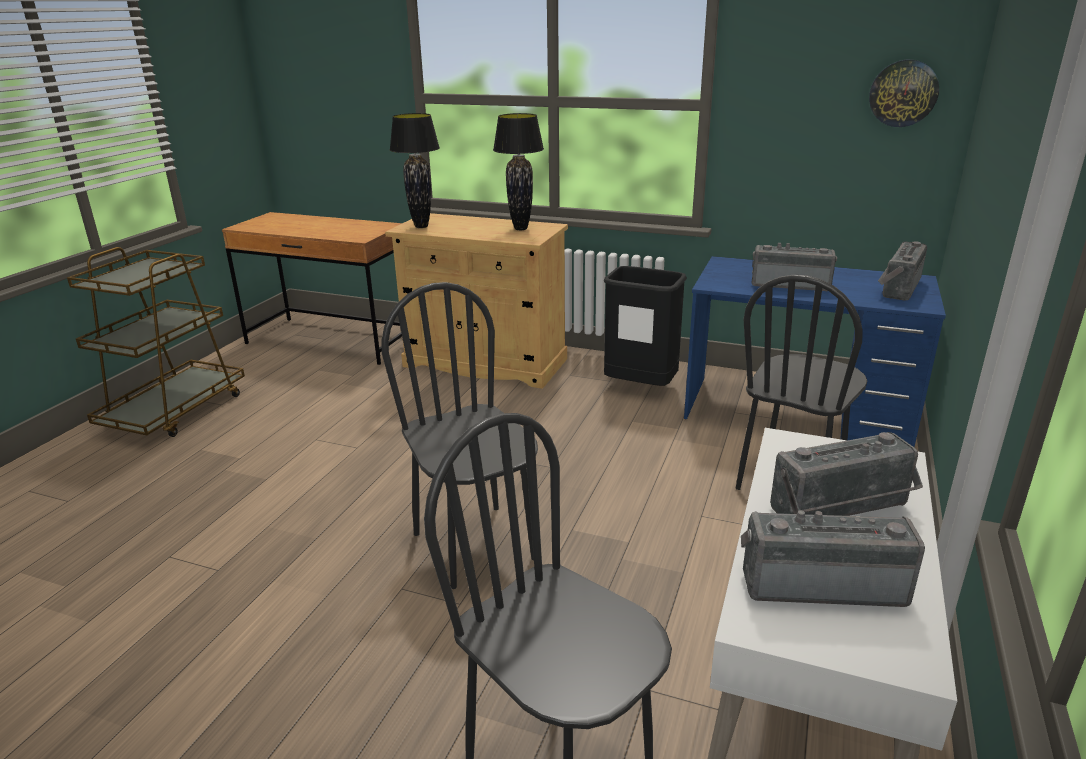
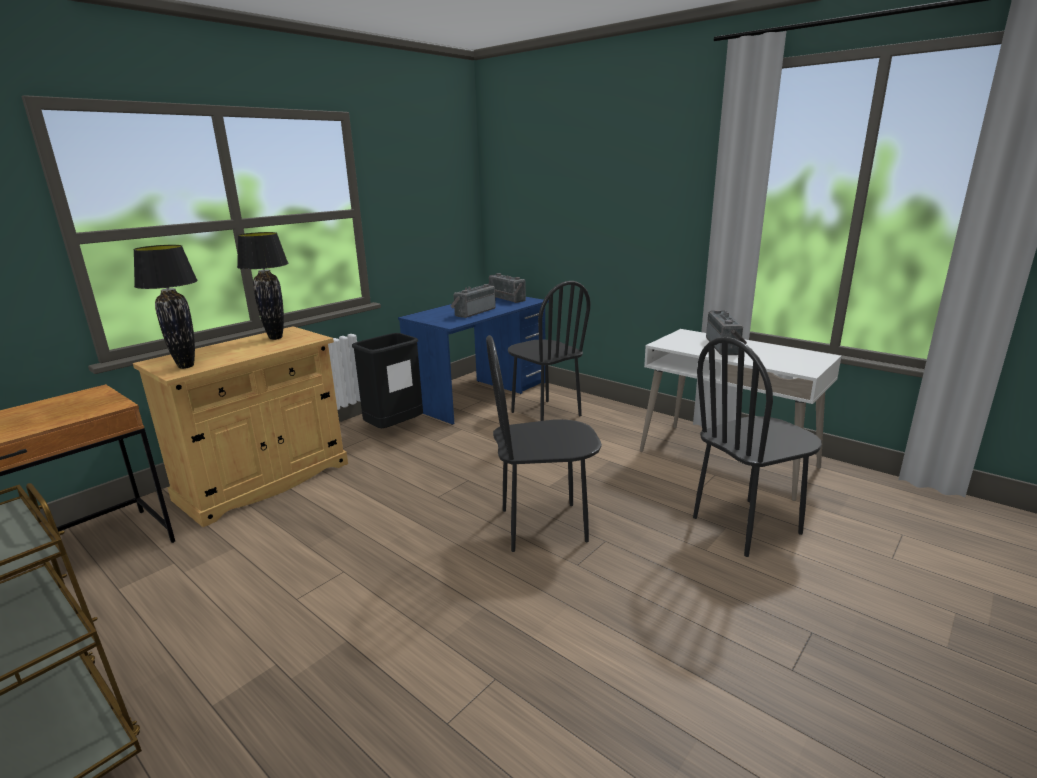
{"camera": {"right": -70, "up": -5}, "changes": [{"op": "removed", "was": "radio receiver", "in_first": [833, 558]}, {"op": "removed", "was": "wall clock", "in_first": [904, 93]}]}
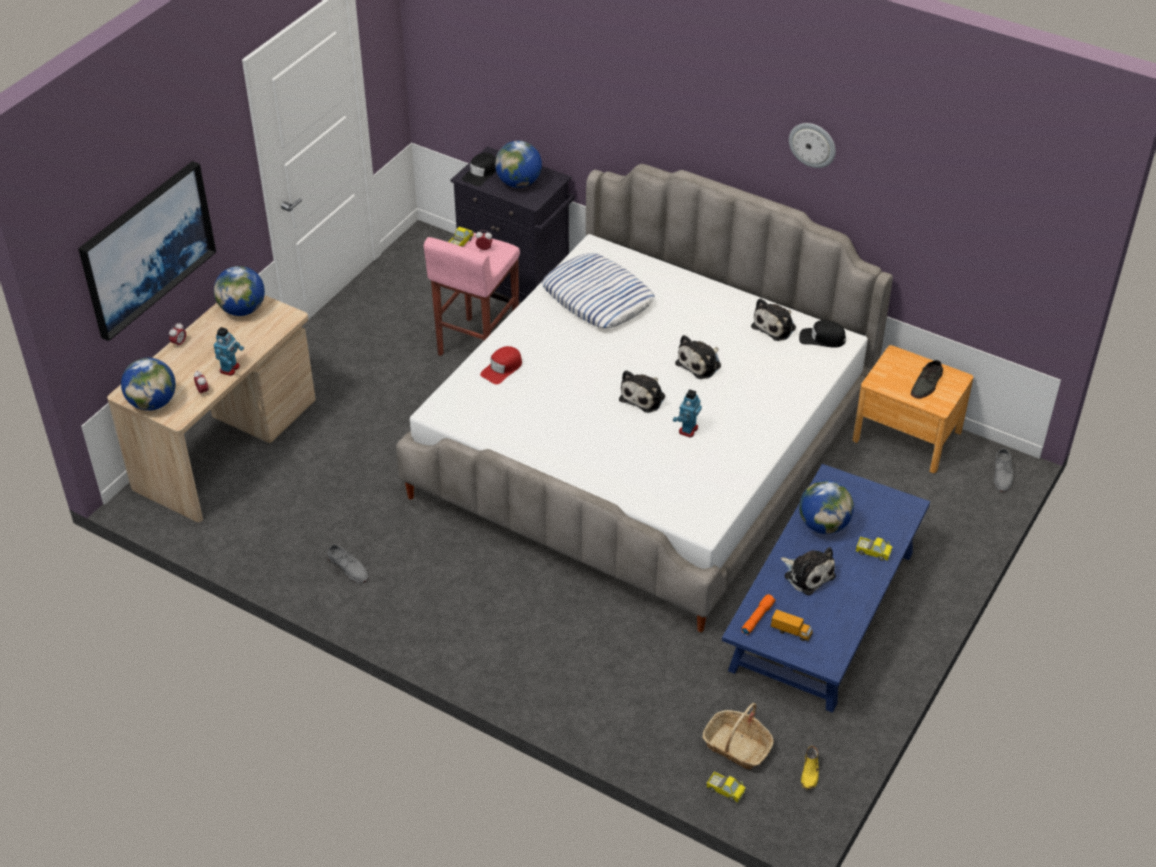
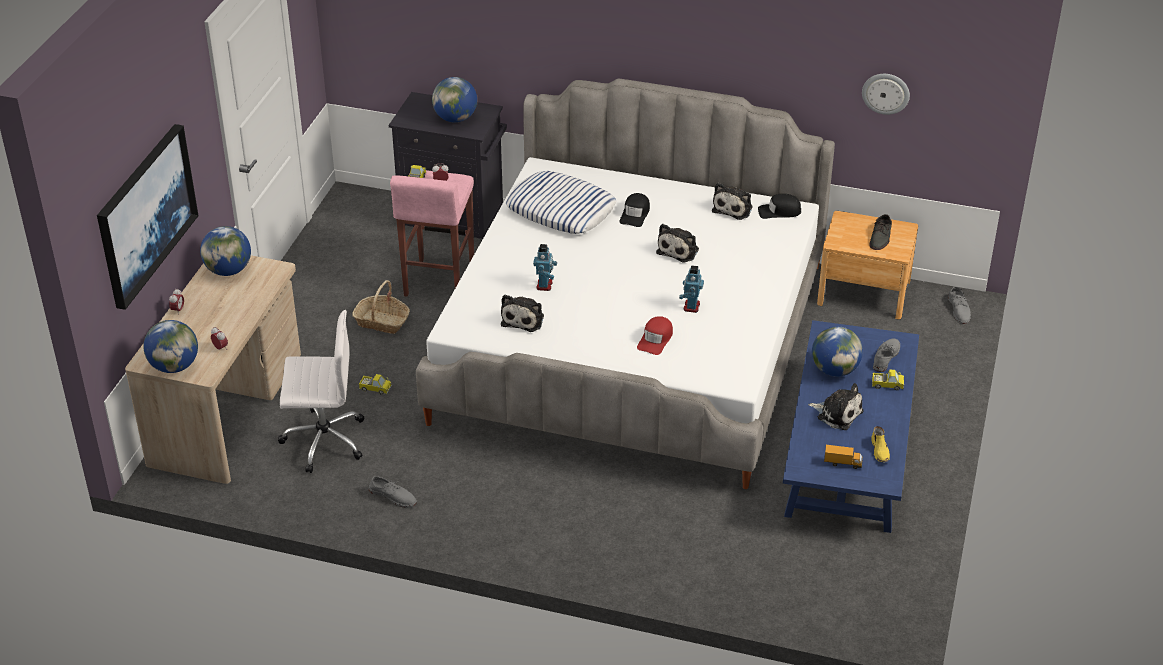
{"camera": {"right": -15, "up": -5}, "changes": [{"op": "removed", "was": "orange hand torch", "in_first": [759, 614]}, {"op": "added", "now": "white-coloured computer chair", "in_second": [321, 391]}, {"op": "added", "now": "gray low shoe", "in_second": [886, 355]}, {"op": "moved", "was": "robot figure", "in_first": [229, 351], "in_second": [545, 267]}, {"op": "moved", "was": "black-coloured peaked cap", "in_first": [479, 169], "in_second": [634, 210]}, {"op": "moved", "was": "red peaked cap", "in_first": [501, 365], "in_second": [655, 335]}, {"op": "moved", "was": "plush toy", "in_first": [642, 391], "in_second": [522, 313]}, {"op": "moved", "was": "storage basket", "in_first": [738, 736], "in_second": [381, 307]}, {"op": "moved", "was": "toy lorry", "in_first": [726, 787], "in_second": [375, 384]}, {"op": "moved", "was": "wall clock", "in_first": [812, 145], "in_second": [886, 94]}, {"op": "moved", "was": "yellow-coloured low shoe", "in_first": [809, 768], "in_second": [881, 444]}]}
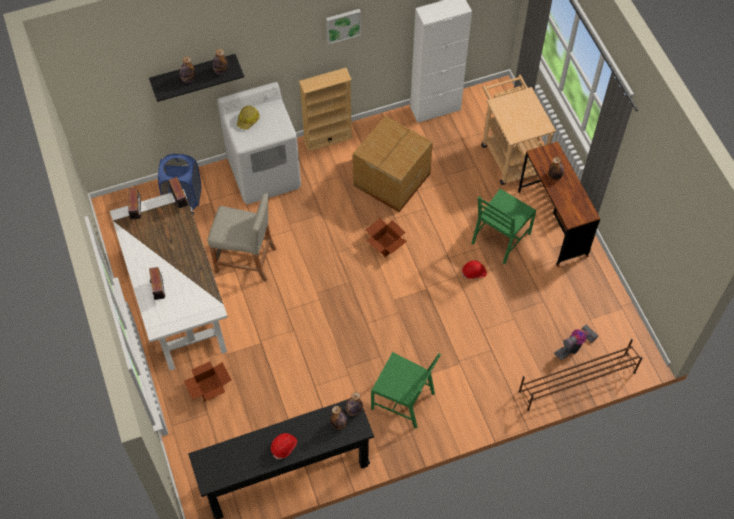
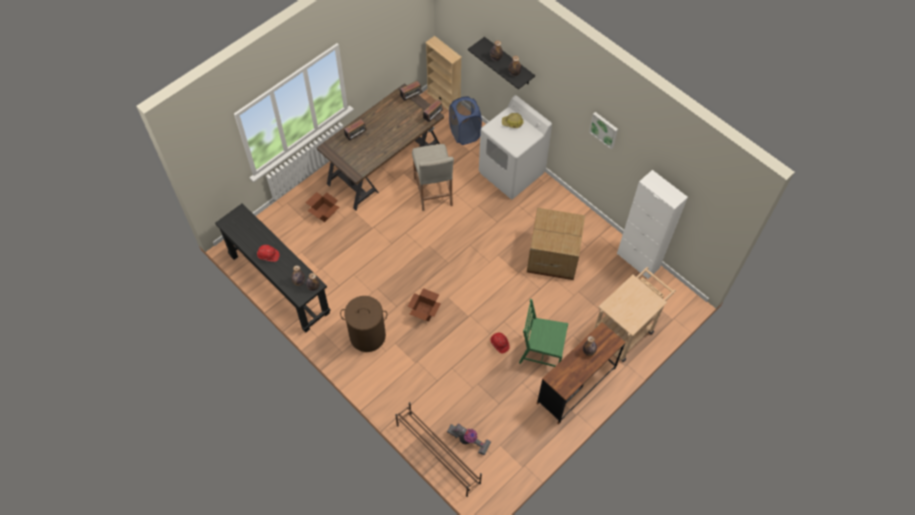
{"camera": {"right": 65, "up": 0}, "changes": [{"op": "moved", "was": "beige shelving unit", "in_first": [326, 110], "in_second": [443, 73]}, {"op": "moved", "was": "carton", "in_first": [386, 237], "in_second": [424, 304]}, {"op": "replaced", "was": "greenish chair", "now": "brown-coloured hamper", "in_first": [406, 390], "in_second": [363, 324]}, {"op": "recoloured", "was": "white-coloured desk table", "now": "brown-coloured desk table", "in_first": [169, 280], "in_second": [380, 147]}]}
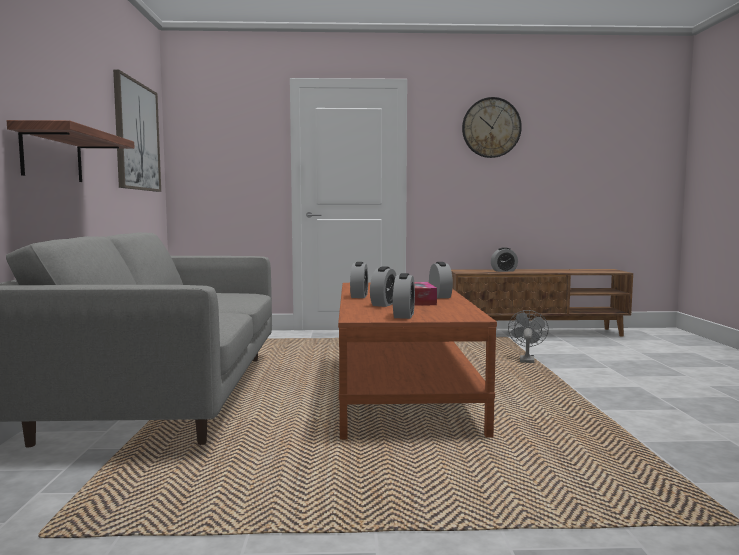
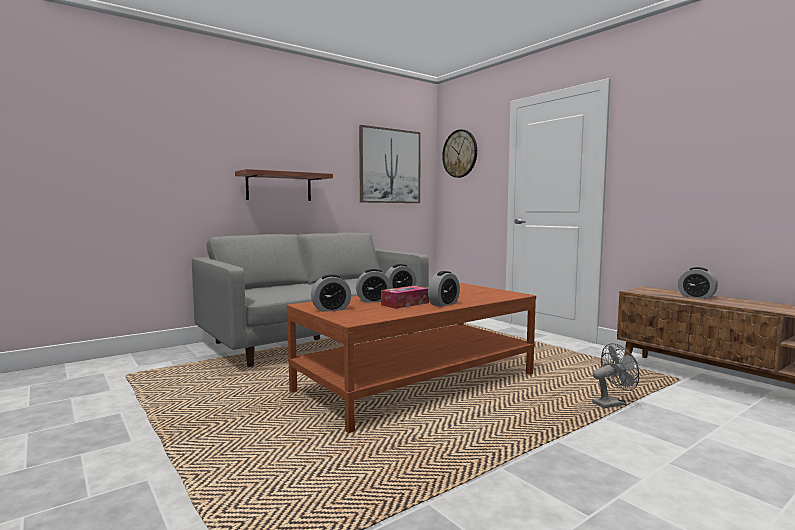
{"camera": {"right": 55, "up": 0}, "changes": [{"op": "moved", "was": "wall clock", "in_first": [492, 127], "in_second": [459, 153]}]}
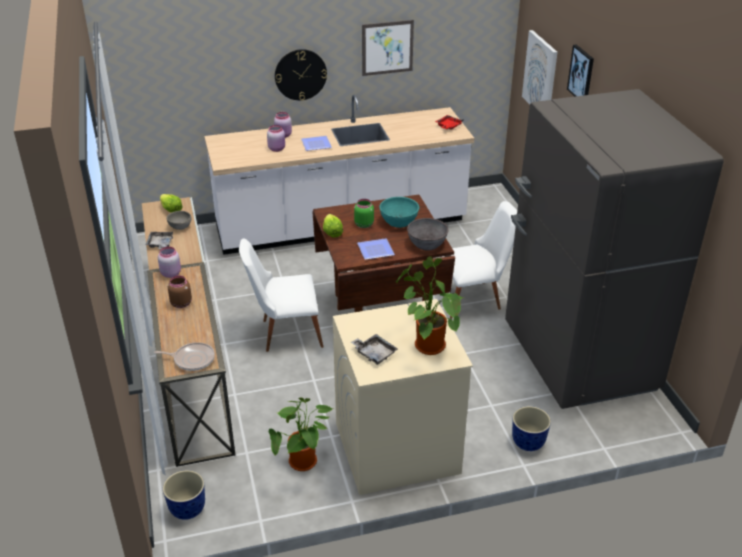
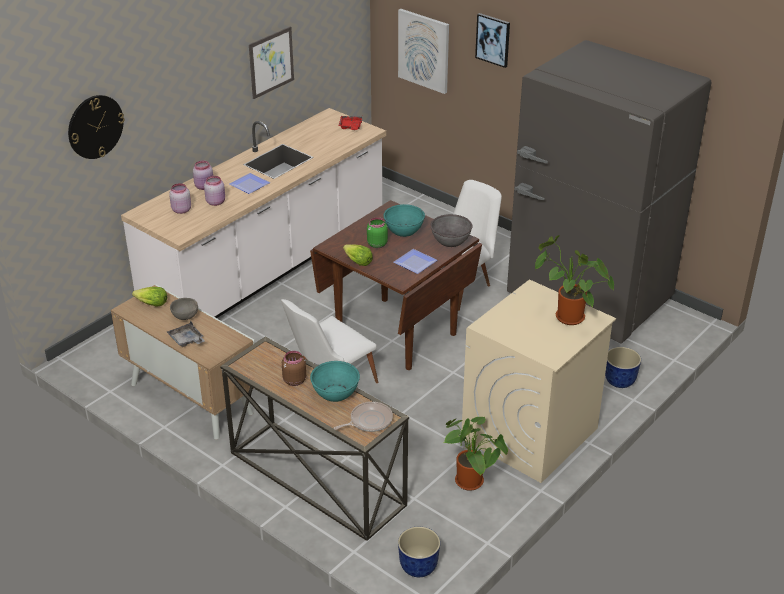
{"camera": {"right": -35, "up": 0}, "changes": [{"op": "removed", "was": "gray tray", "in_first": [374, 349]}, {"op": "added", "now": "turquoise serving bowl", "in_second": [335, 381]}, {"op": "moved", "was": "pinkish preserve jar", "in_first": [169, 262], "in_second": [180, 198]}, {"op": "moved", "was": "wall clock", "in_first": [301, 75], "in_second": [96, 127]}]}
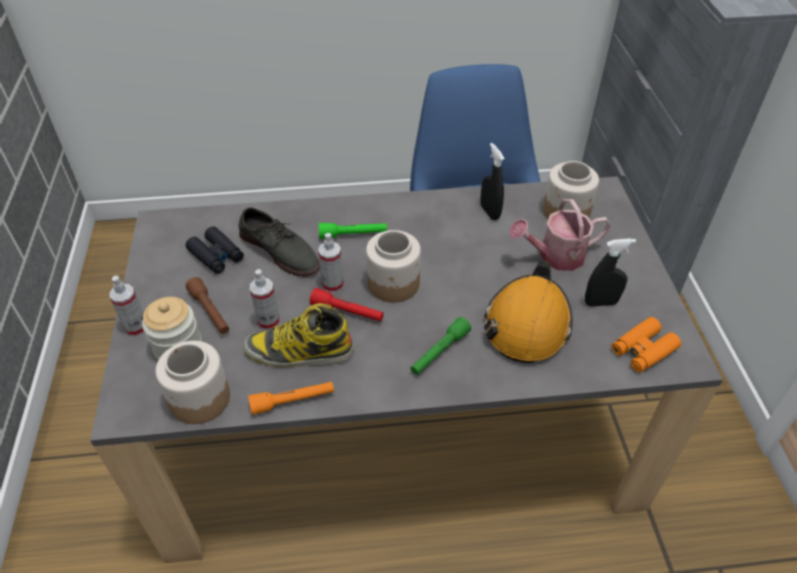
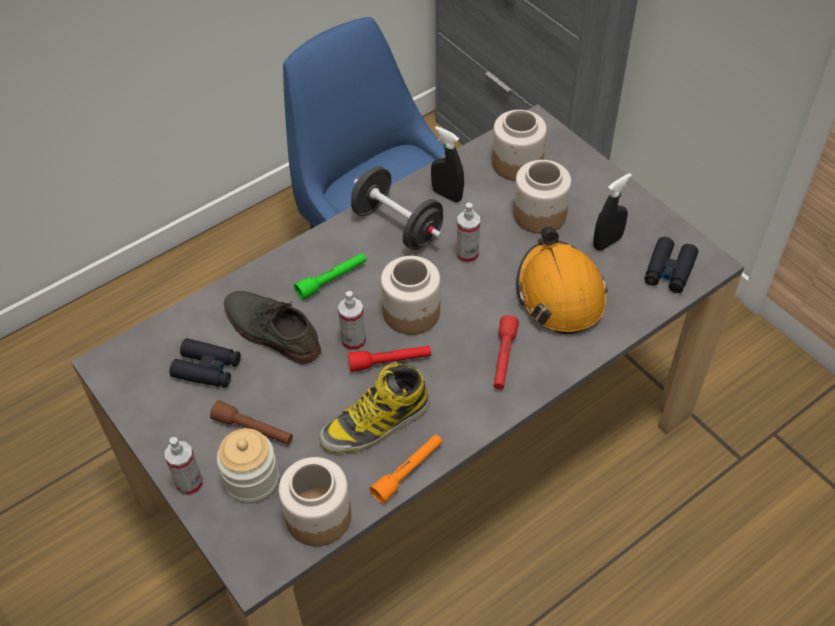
{"camera": {"right": -30, "up": 5}, "changes": [{"op": "added", "now": "black-coloured hand weight", "in_second": [397, 208]}, {"op": "moved", "was": "hand sprayer", "in_first": [265, 299], "in_second": [468, 233]}, {"op": "replaced", "was": "watering can", "now": "preserve jar", "in_first": [560, 235], "in_second": [542, 197]}, {"op": "recoloured", "was": "greenish hand torch", "now": "red hand torch", "in_first": [440, 346], "in_second": [506, 352]}, {"op": "recoloured", "was": "orange pair of binoculars", "now": "black-coloured pair of binoculars", "in_first": [646, 344], "in_second": [671, 265]}, {"op": "turned", "was": "gray low shoe", "in_first": [279, 242], "in_second": [272, 327], "clockwise": -150}]}
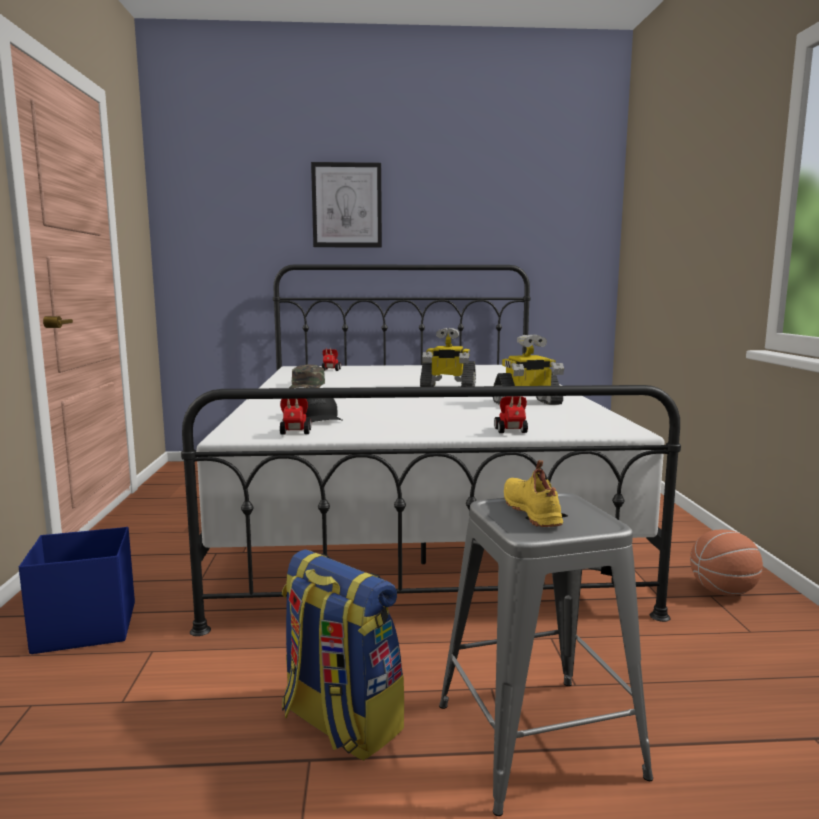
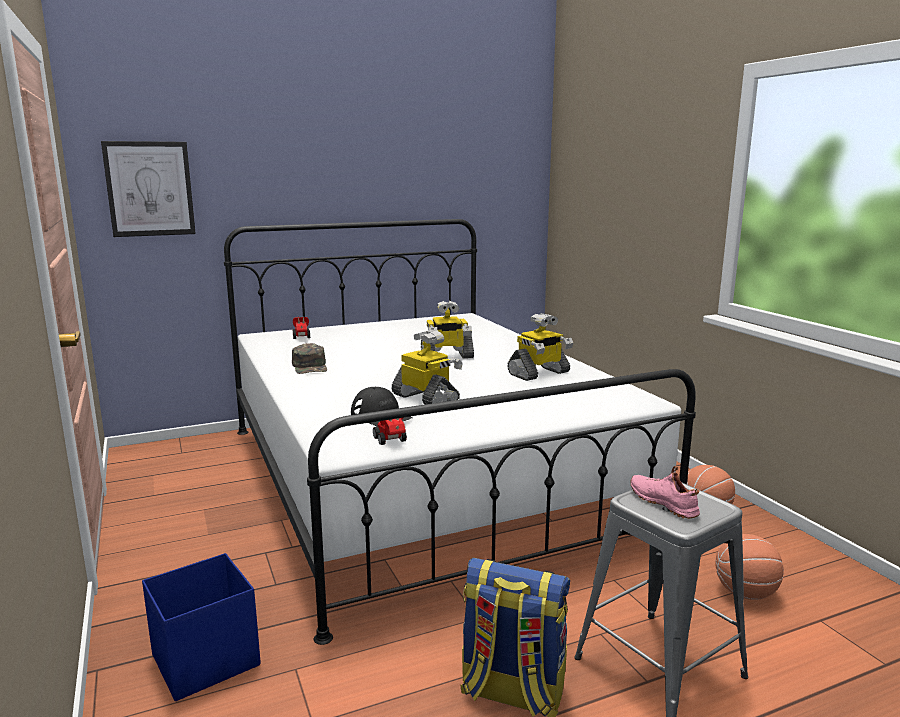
{"camera": {"right": -20, "up": 5}, "changes": [{"op": "removed", "was": "miniature car", "in_first": [511, 414]}, {"op": "added", "now": "robot figure", "in_second": [426, 367]}, {"op": "added", "now": "basketball ball", "in_second": [749, 567]}, {"op": "moved", "was": "wall picture", "in_first": [346, 205], "in_second": [148, 189]}, {"op": "recoloured", "was": "yellow-coloured low shoe", "now": "pinkish low shoe", "in_first": [533, 493], "in_second": [665, 492]}]}
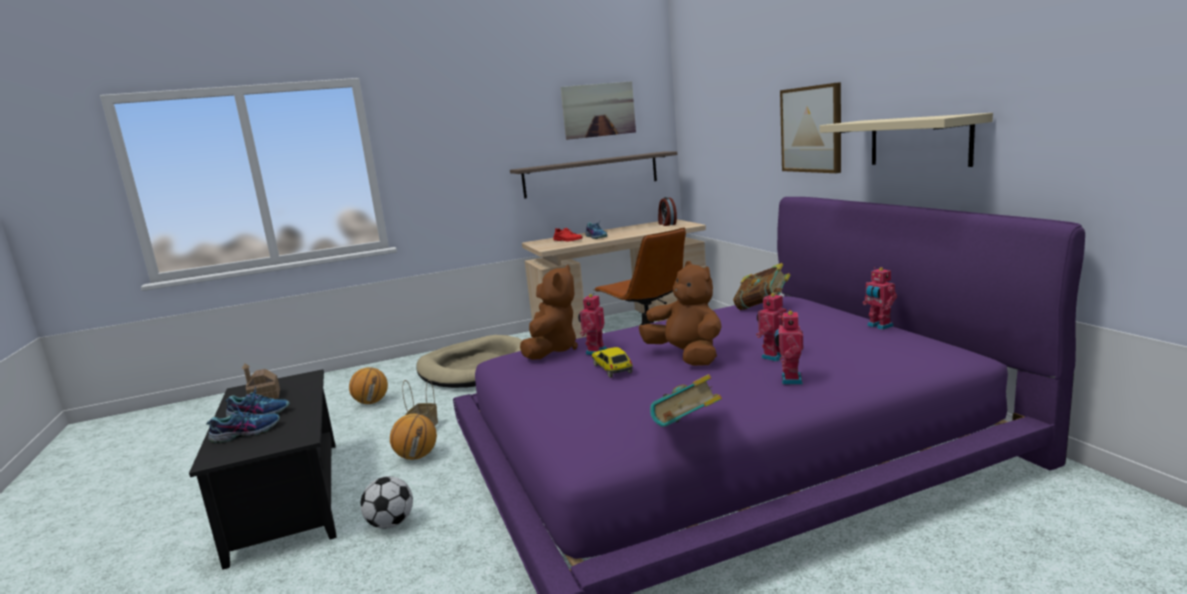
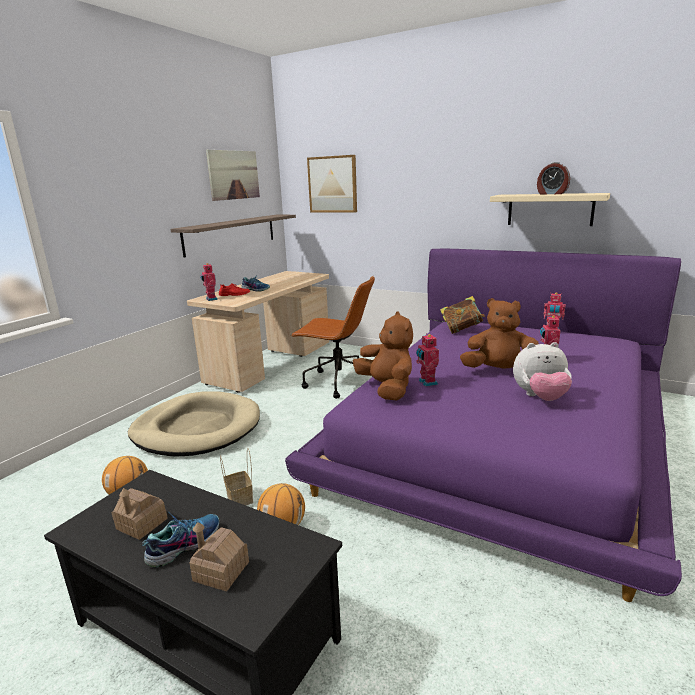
{"camera": {"right": -40, "up": 5}, "changes": [{"op": "removed", "was": "ball for football", "in_first": [386, 502]}, {"op": "removed", "was": "miniature car", "in_first": [612, 362]}, {"op": "removed", "was": "book", "in_first": [686, 400]}, {"op": "added", "now": "plush toy", "in_second": [542, 371]}, {"op": "moved", "was": "bedside clock", "in_first": [667, 211], "in_second": [553, 178]}, {"op": "moved", "was": "robot figure", "in_first": [789, 346], "in_second": [209, 282]}, {"op": "moved", "was": "wall picture", "in_first": [810, 127], "in_second": [332, 184]}, {"op": "replaced", "was": "low shoe", "now": "miniature house", "in_first": [243, 424], "in_second": [219, 557]}]}
